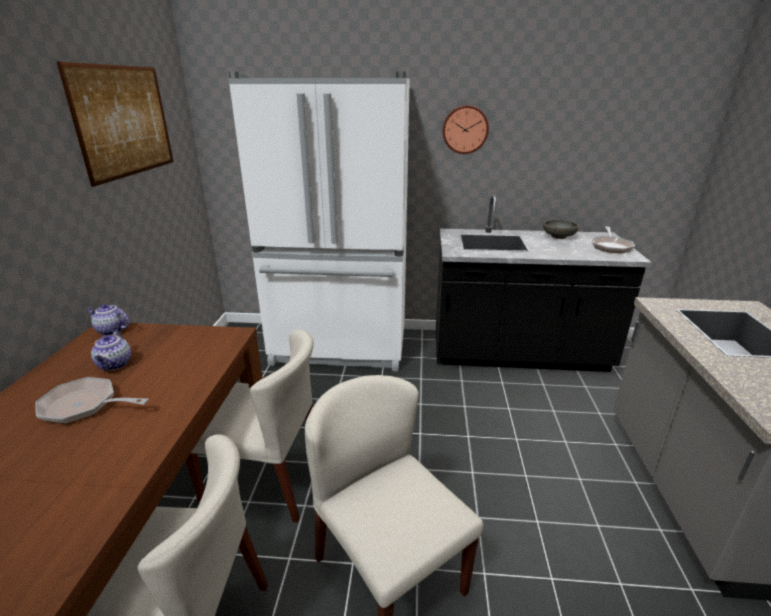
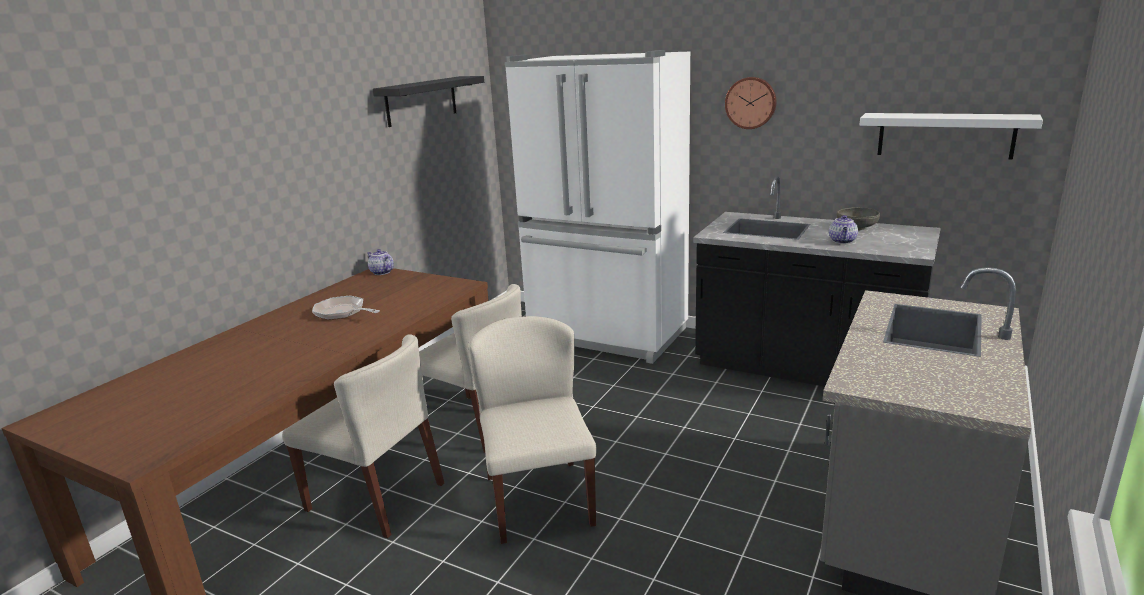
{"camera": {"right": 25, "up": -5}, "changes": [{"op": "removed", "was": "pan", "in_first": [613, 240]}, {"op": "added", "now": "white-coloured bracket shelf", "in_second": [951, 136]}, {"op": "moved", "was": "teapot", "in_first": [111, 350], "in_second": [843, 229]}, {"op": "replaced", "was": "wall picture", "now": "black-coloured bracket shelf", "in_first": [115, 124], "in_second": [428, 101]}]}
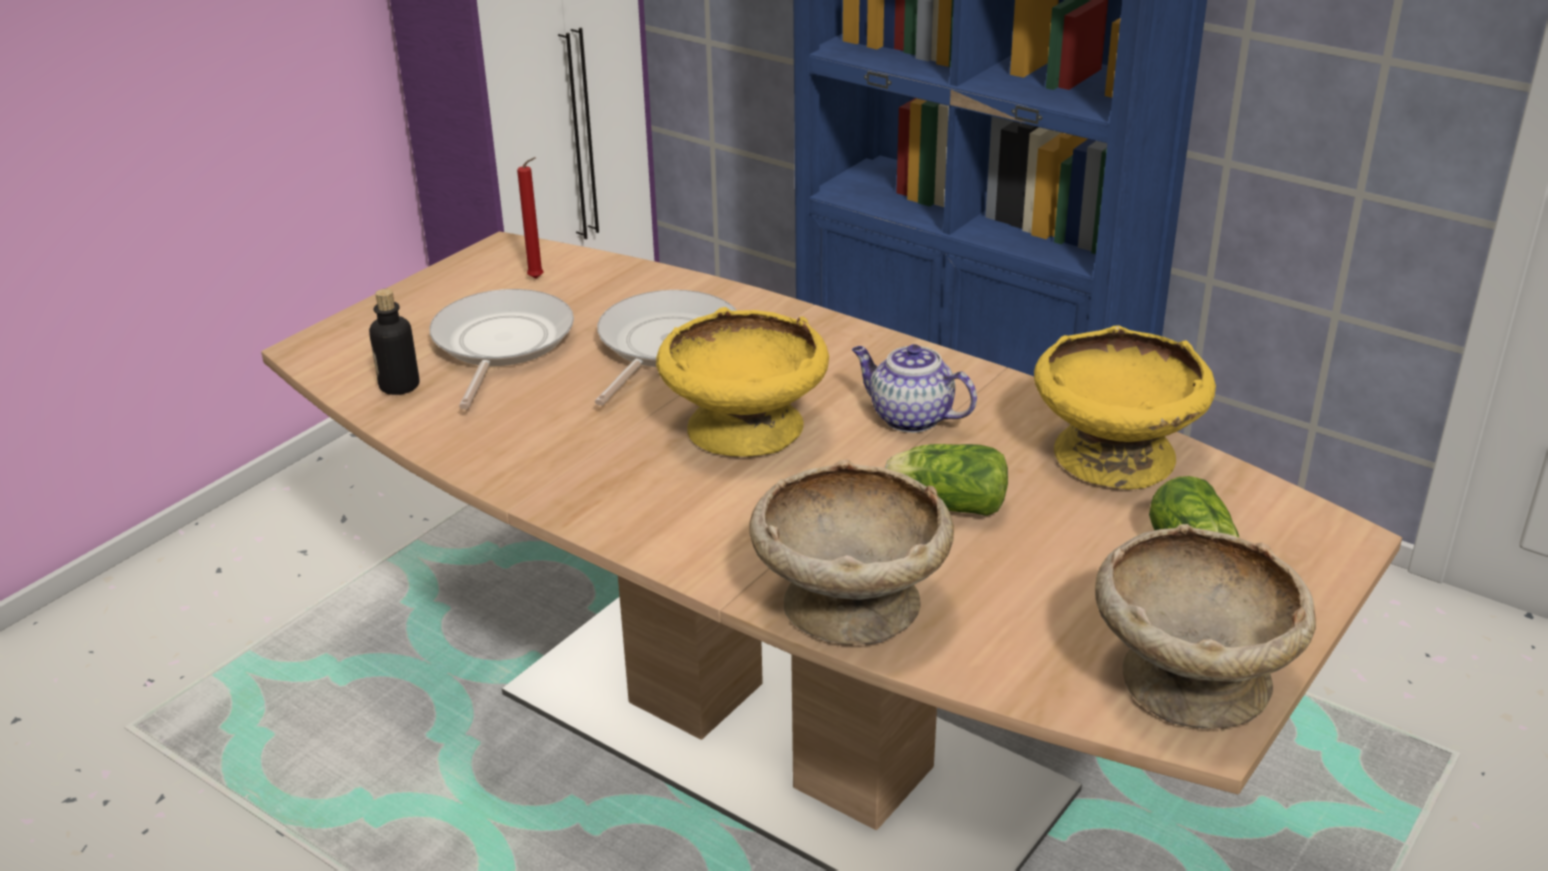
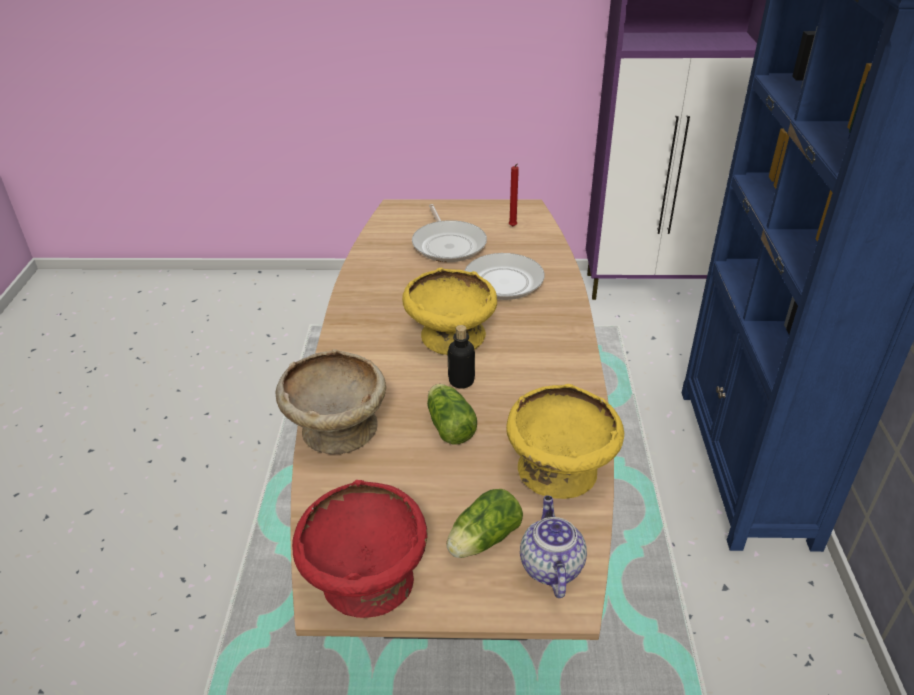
{"camera": {"right": 55, "up": 5}, "changes": [{"op": "moved", "was": "bottle", "in_first": [394, 342], "in_second": [461, 357]}, {"op": "moved", "was": "teapot", "in_first": [914, 388], "in_second": [553, 546]}, {"op": "recoloured", "was": "beige serving bowl", "now": "red serving bowl", "in_first": [1205, 626], "in_second": [359, 549]}, {"op": "turned", "was": "pan", "in_first": [501, 349], "in_second": [449, 233], "clockwise": 105}]}
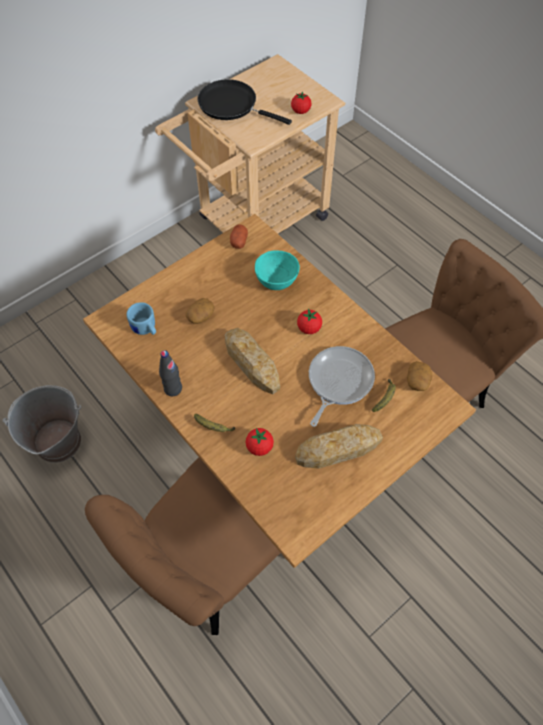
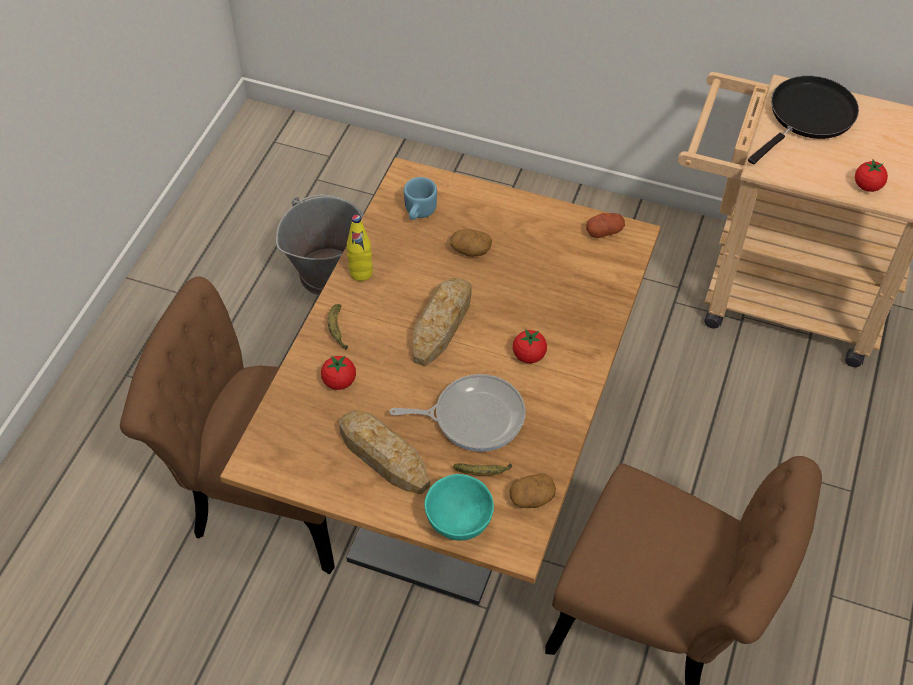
{"camera": {"right": 60, "up": -5}, "changes": [{"op": "moved", "was": "turquoise serving bowl", "in_first": [277, 270], "in_second": [459, 507]}, {"op": "recoloured", "was": "black-coloured bottle", "now": "yellow-coloured bottle", "in_first": [170, 373], "in_second": [360, 248]}, {"op": "turned", "was": "black-coloured pan", "in_first": [245, 102], "in_second": [803, 120], "clockwise": 45}]}
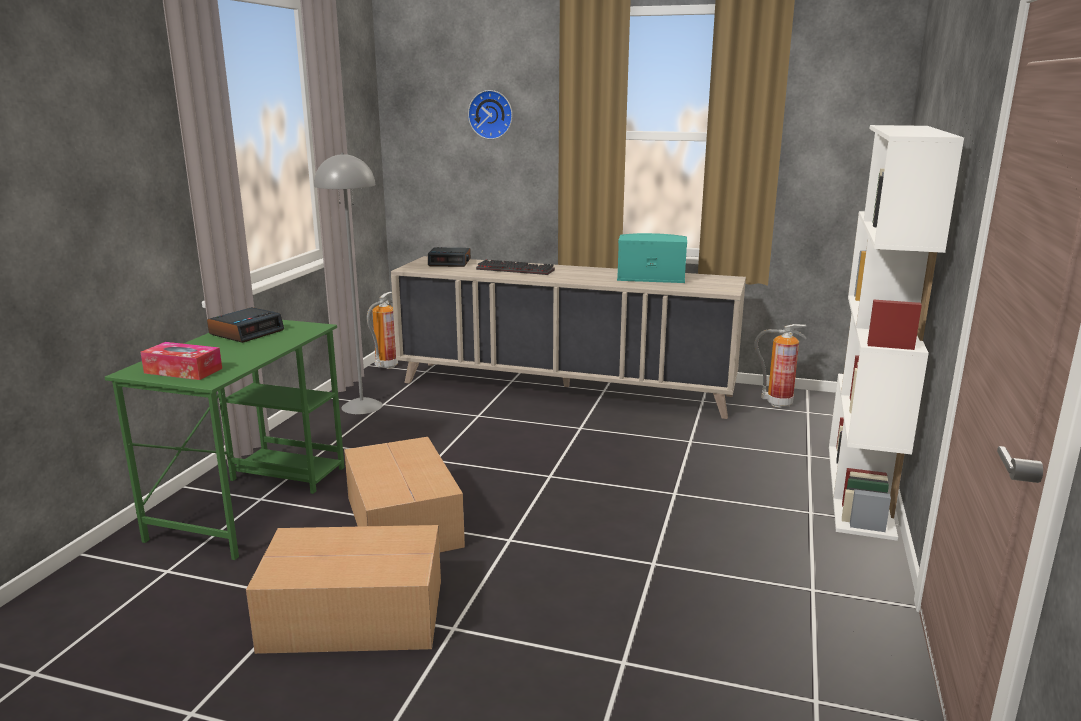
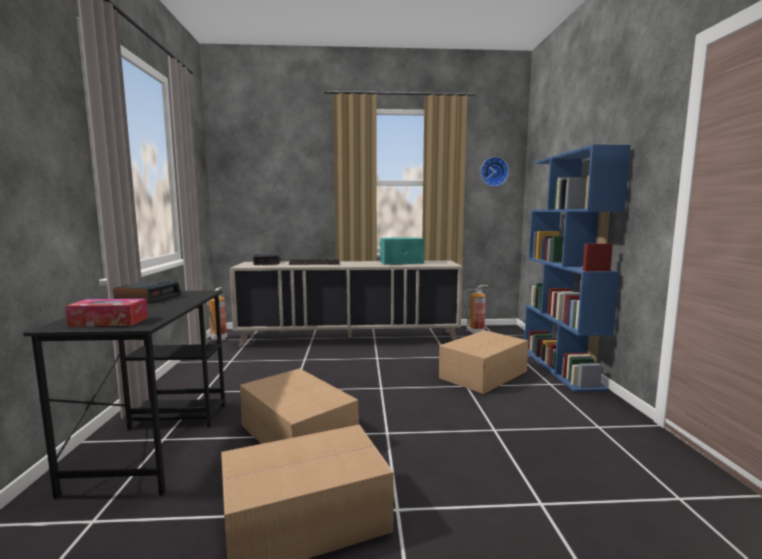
{"camera": {"right": -20, "up": -10}, "changes": [{"op": "removed", "was": "gray standing lamp", "in_first": [348, 283]}, {"op": "added", "now": "carton", "in_second": [483, 362]}, {"op": "moved", "was": "wall clock", "in_first": [490, 114], "in_second": [494, 172]}, {"op": "recoloured", "was": "greenish desk table", "now": "black-coloured desk table", "in_first": [224, 440], "in_second": [124, 394]}, {"op": "recoloured", "was": "white-coloured shelving unit", "now": "blue shelving unit", "in_first": [896, 333], "in_second": [577, 268]}]}
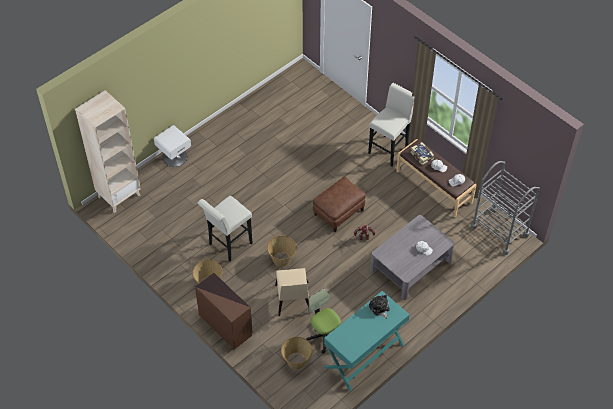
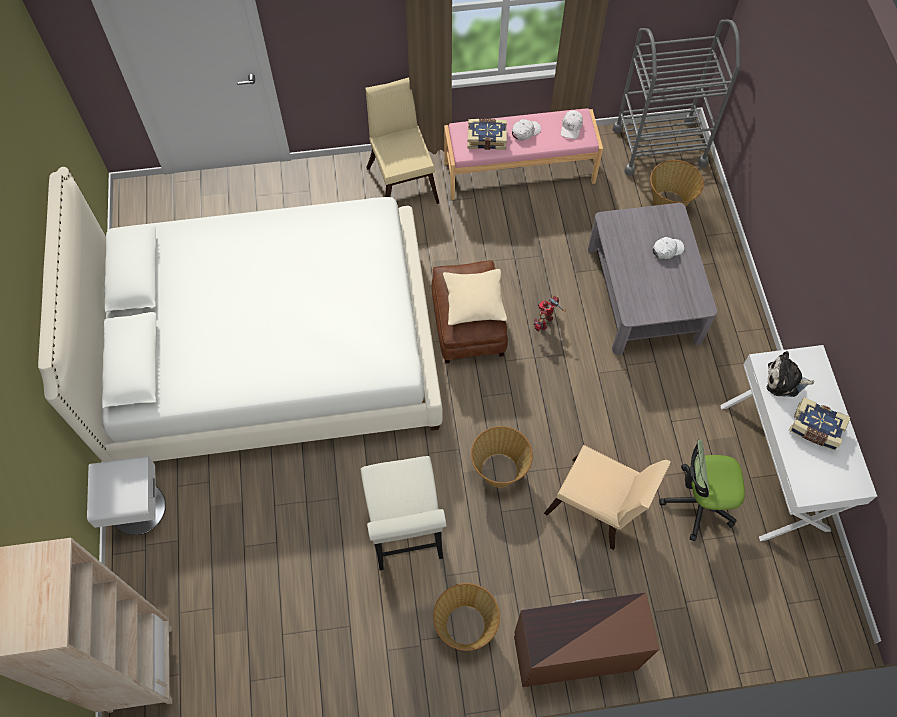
{"camera": {"right": -55, "up": 10}, "changes": [{"op": "added", "now": "white-coloured bedroom bed", "in_second": [240, 314]}, {"op": "added", "now": "beige throw pillow", "in_second": [475, 297]}, {"op": "added", "now": "book", "in_second": [819, 424]}, {"op": "moved", "was": "storage basket", "in_first": [297, 353], "in_second": [677, 183]}, {"op": "replaced", "was": "white-coloured stool", "now": "beige chair", "in_first": [391, 124], "in_second": [402, 140]}, {"op": "recoloured", "was": "turquoise desk table", "now": "white-coloured desk table", "in_first": [367, 341], "in_second": [798, 443]}, {"op": "recoloured", "was": "brown-coloured long seat", "now": "pinkish long seat", "in_first": [436, 178], "in_second": [523, 154]}]}
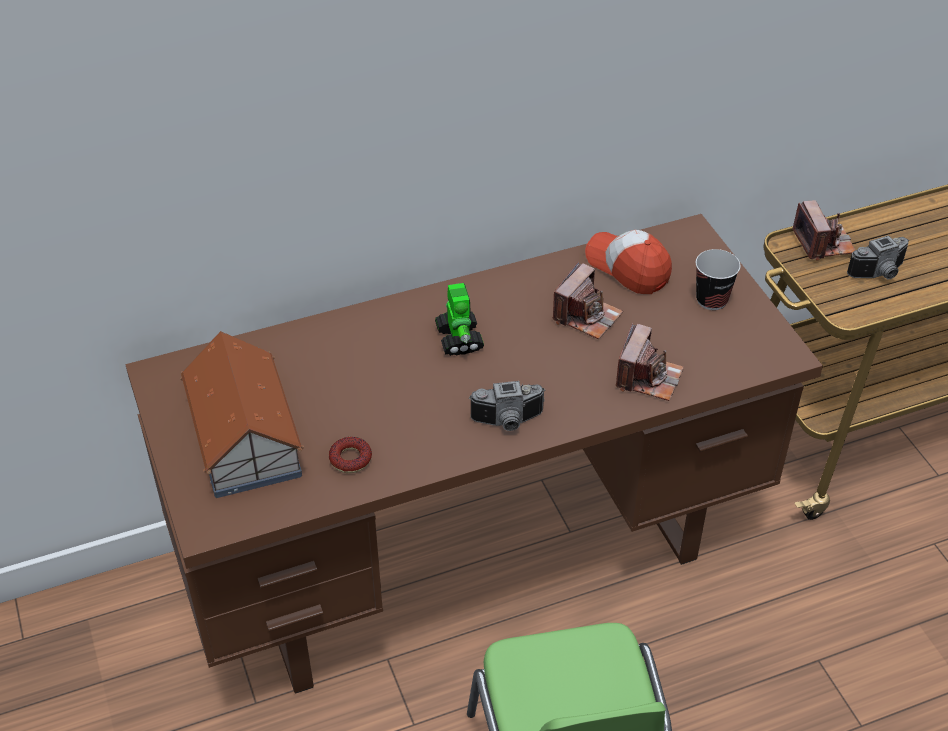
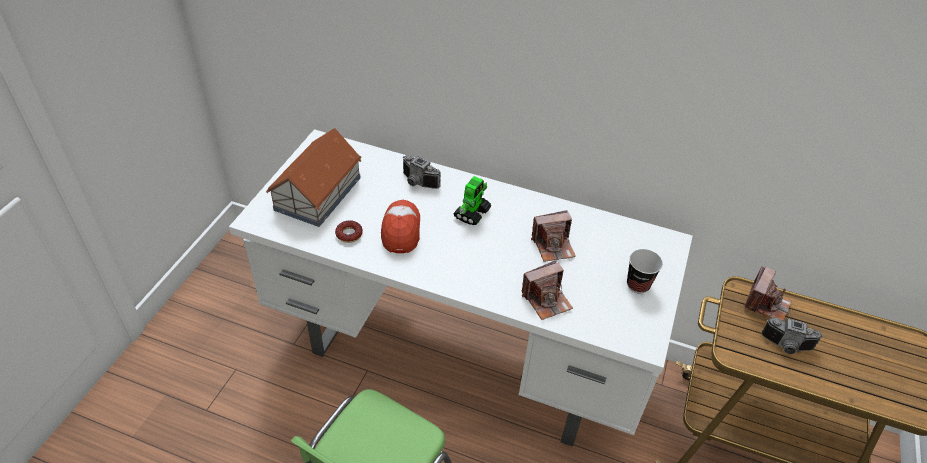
{"camera": {"right": 40, "up": 0}, "changes": [{"op": "moved", "was": "photo camera", "in_first": [507, 406], "in_second": [422, 172]}, {"op": "moved", "was": "peaked cap", "in_first": [628, 262], "in_second": [400, 226]}, {"op": "recoloured", "was": "brown-coloured desk table", "now": "white-coloured desk table", "in_first": [474, 454], "in_second": [461, 288]}]}
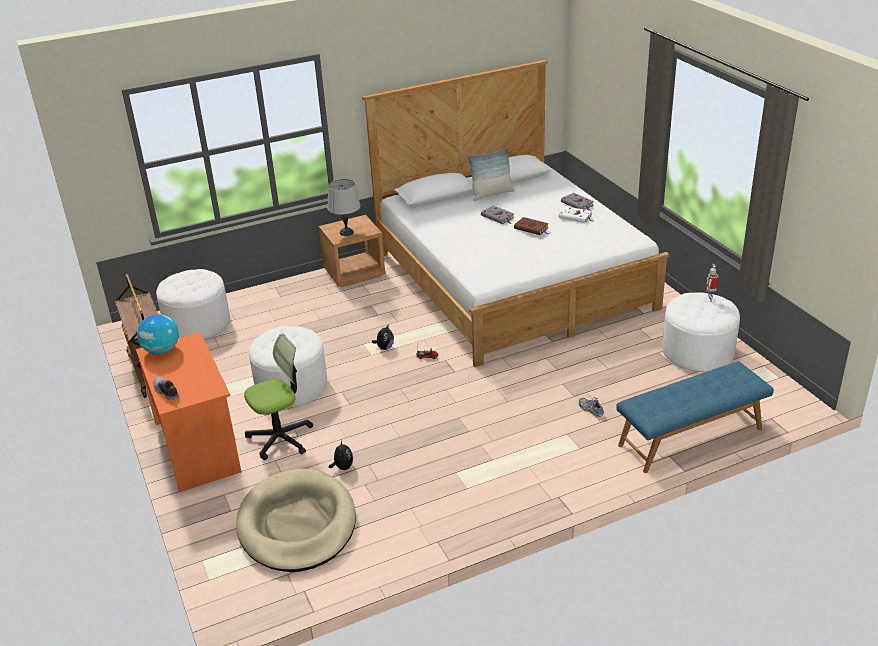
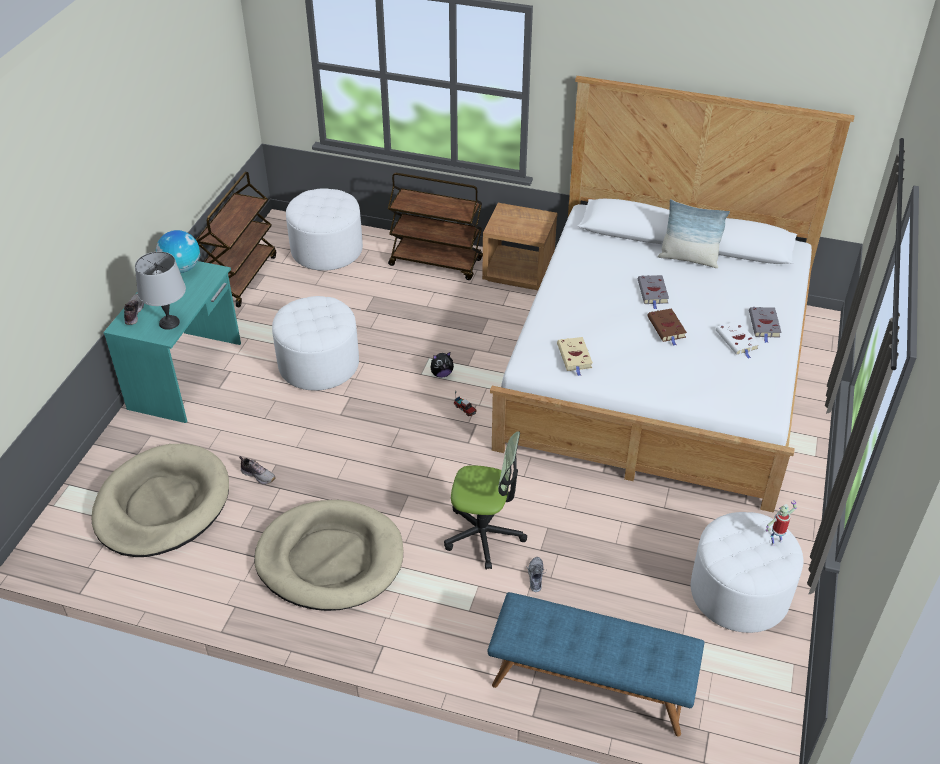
{"camera": {"right": 40, "up": 10}, "changes": [{"op": "added", "now": "beige dog cushion", "in_second": [328, 555]}, {"op": "added", "now": "brown-coloured wheeled cart", "in_second": [435, 226]}, {"op": "added", "now": "beige book", "in_second": [575, 356]}, {"op": "moved", "was": "computer chair", "in_first": [278, 396], "in_second": [485, 500]}, {"op": "moved", "was": "gray tabletop lamp", "in_first": [344, 207], "in_second": [160, 290]}, {"op": "replaced", "was": "plush toy", "now": "low shoe", "in_first": [341, 455], "in_second": [257, 470]}, {"op": "recoloured", "was": "orange desk table", "now": "turquoise desk table", "in_first": [188, 412], "in_second": [172, 342]}]}
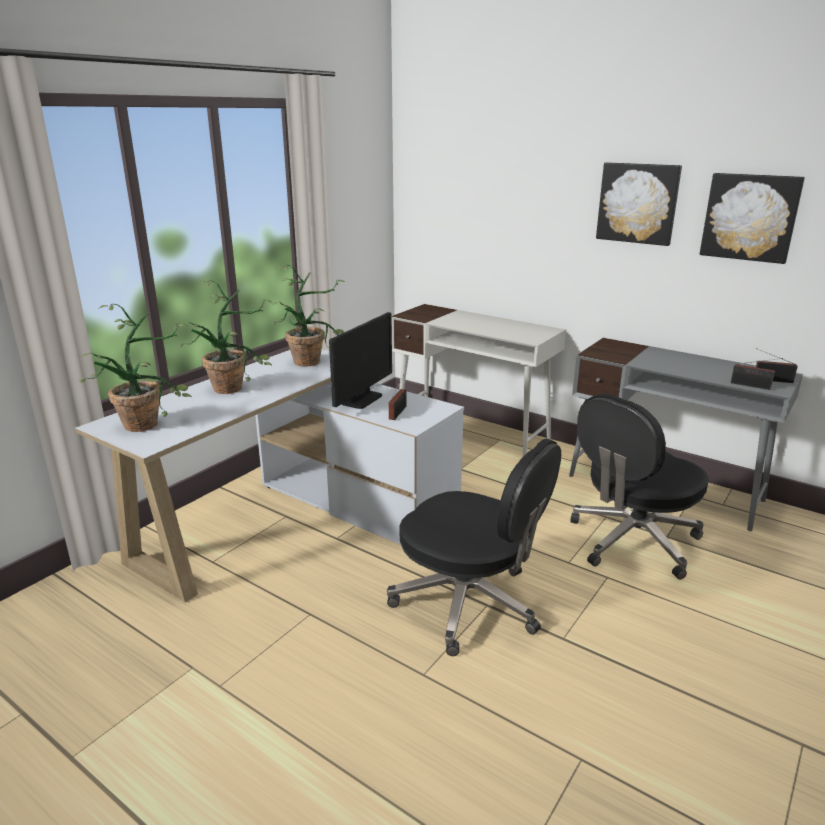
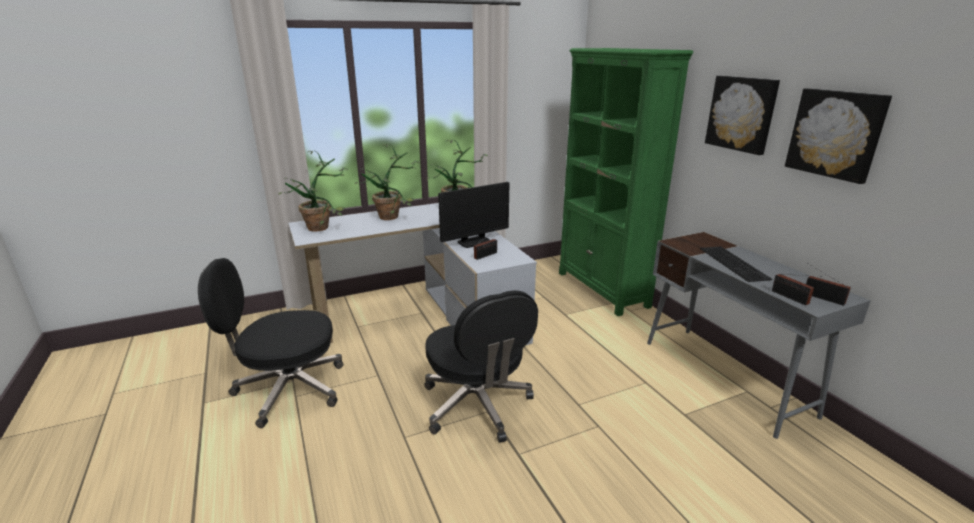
{"camera": {"right": 30, "up": 0}, "changes": [{"op": "added", "now": "keyboard", "in_second": [736, 264]}, {"op": "moved", "was": "black-coloured computer chair", "in_first": [640, 487], "in_second": [270, 343]}, {"op": "replaced", "was": "white-coloured desk table", "now": "greenish shelving unit", "in_first": [479, 380], "in_second": [626, 182]}]}
